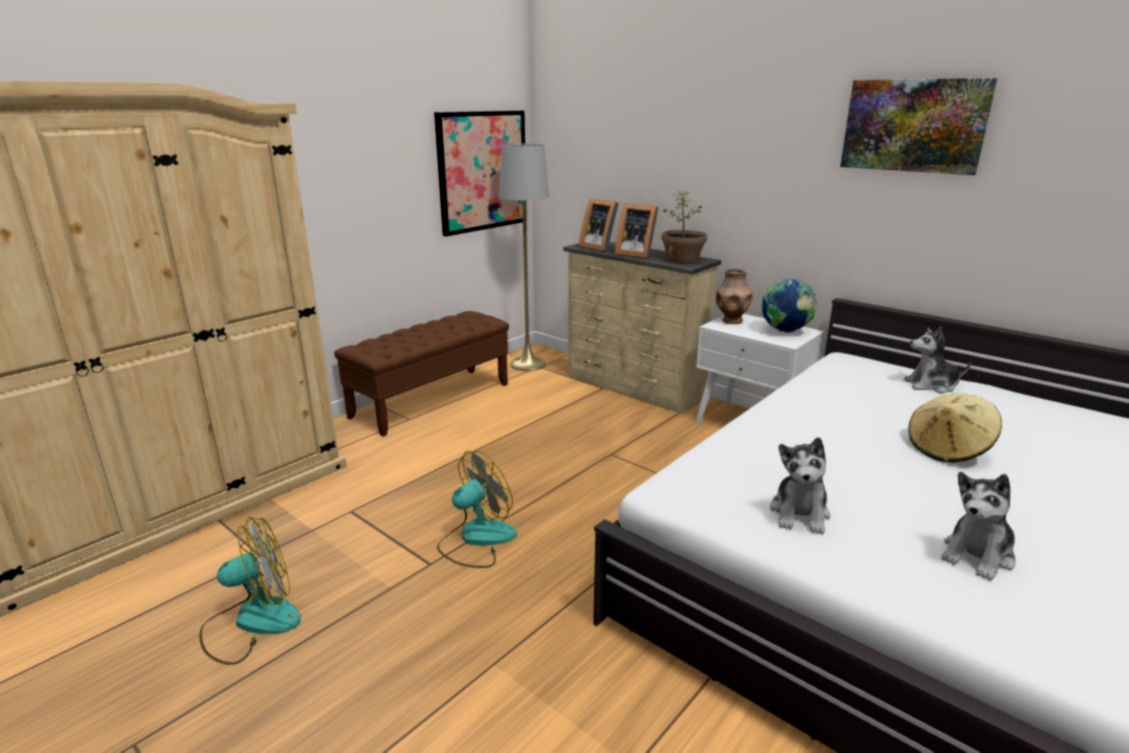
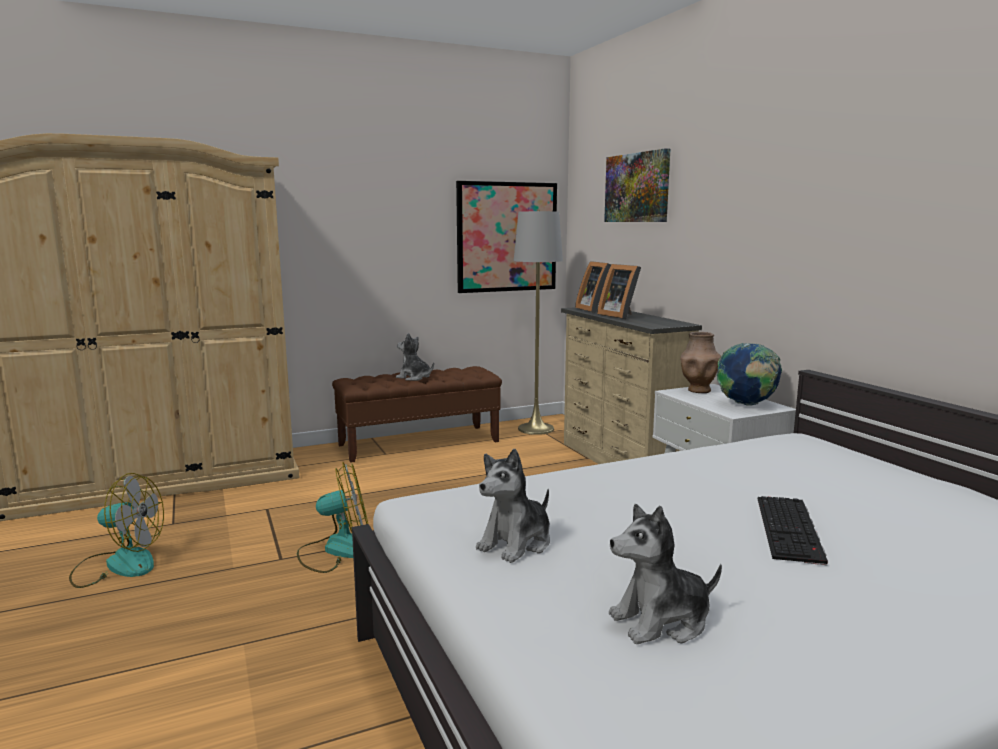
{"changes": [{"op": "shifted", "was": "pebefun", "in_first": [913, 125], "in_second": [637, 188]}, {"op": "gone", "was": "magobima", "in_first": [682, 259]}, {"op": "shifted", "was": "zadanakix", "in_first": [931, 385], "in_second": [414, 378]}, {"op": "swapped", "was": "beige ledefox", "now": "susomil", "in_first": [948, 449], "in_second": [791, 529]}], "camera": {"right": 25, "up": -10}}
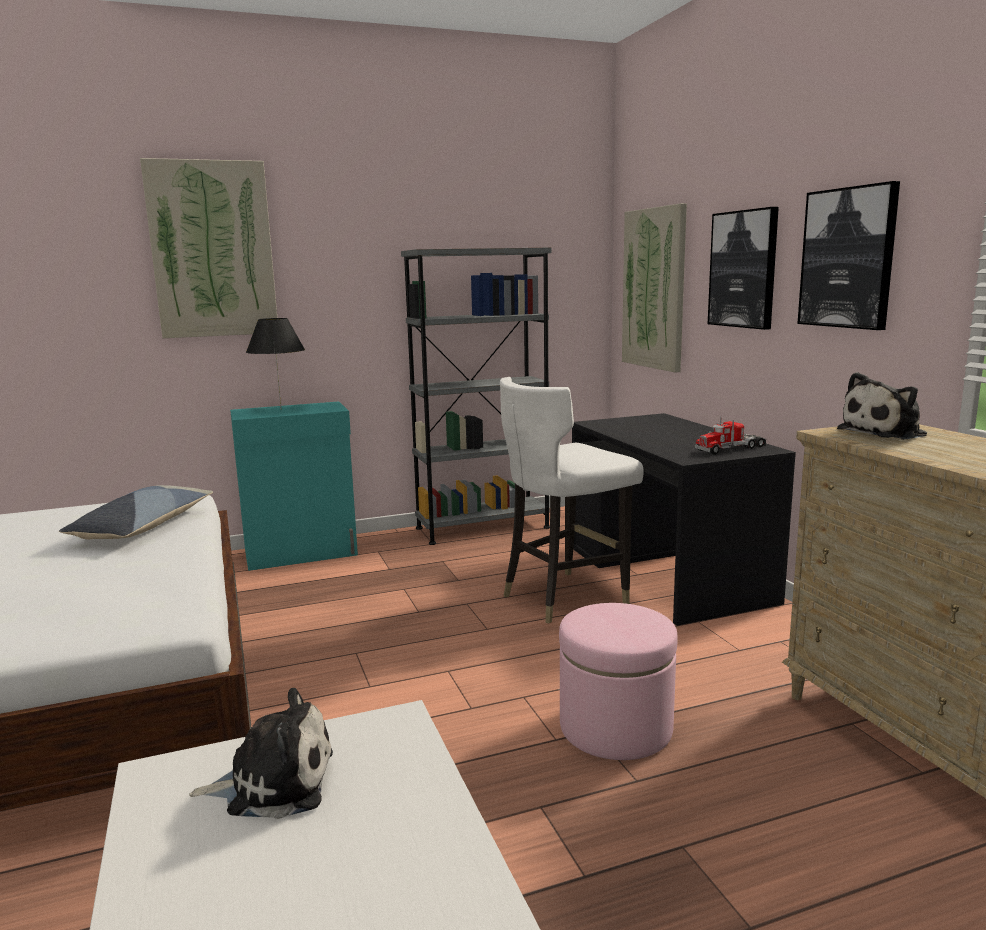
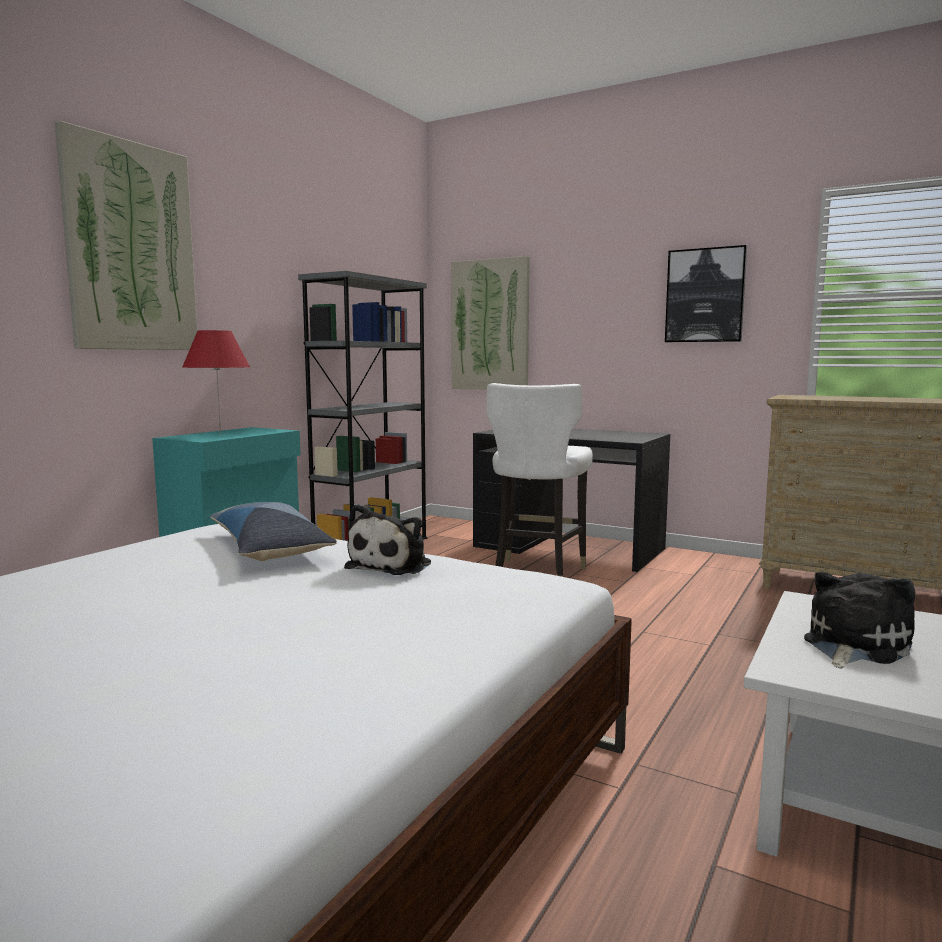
{"changes": [{"op": "gone", "was": "pebefun", "in_first": [743, 269]}, {"op": "repainted", "was": "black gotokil", "now": "red gotokil", "in_first": [281, 409], "in_second": [220, 434]}, {"op": "shifted", "was": "zadanakix", "in_first": [886, 433], "in_second": [392, 565]}, {"op": "gone", "was": "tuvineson", "in_first": [730, 449]}, {"op": "gone", "was": "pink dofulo", "in_first": [615, 727]}], "camera": {"right": -40, "up": -5}}
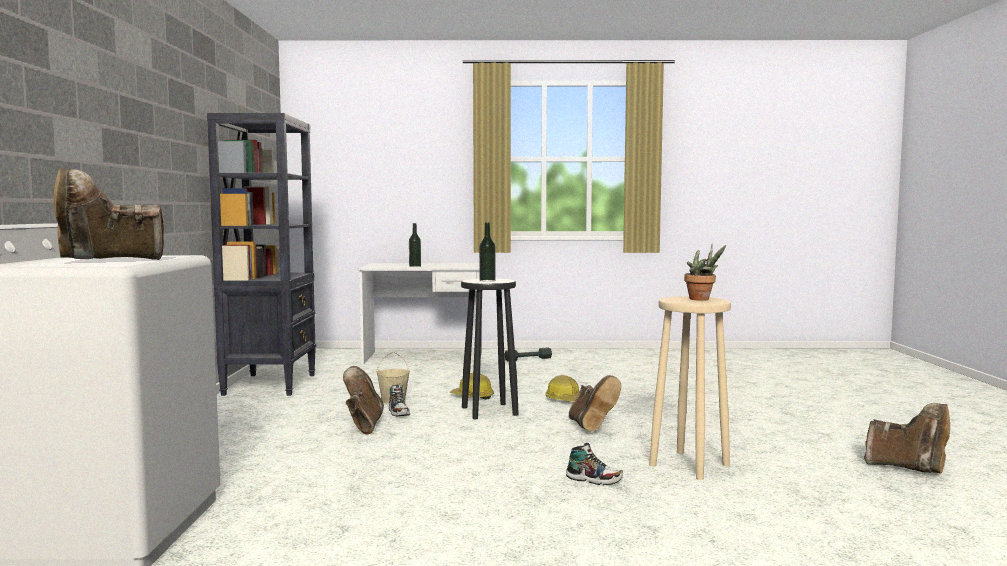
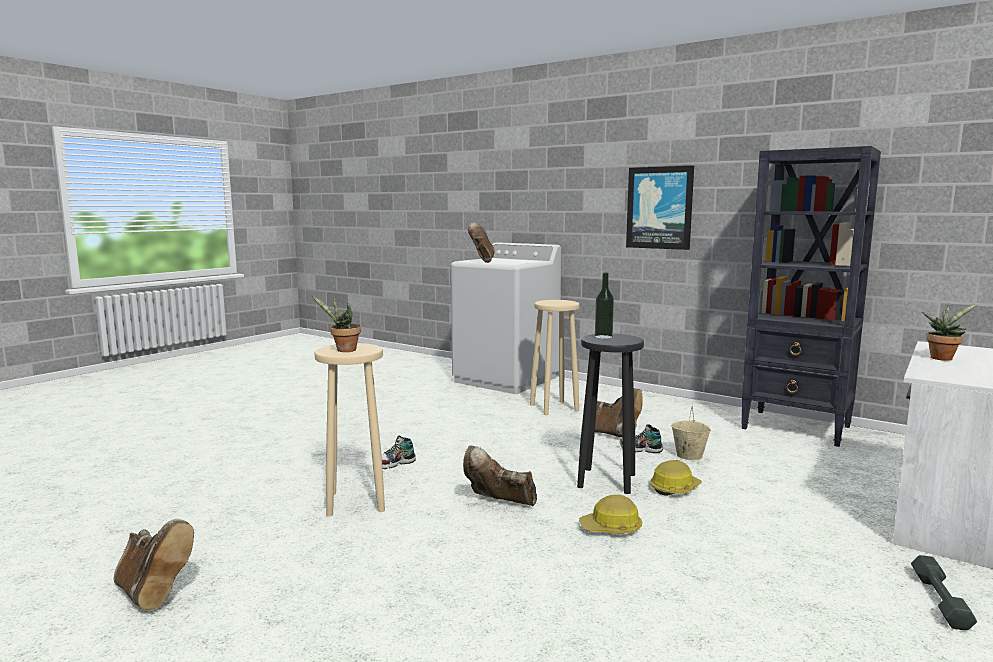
{"changes": [{"op": "swapped", "was": "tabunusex", "now": "magobima", "in_first": [415, 266], "in_second": [942, 358]}, {"op": "rotated", "was": "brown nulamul", "in_first": [908, 468], "in_second": [152, 594], "clockwise": -120}, {"op": "new", "now": "pebefun", "in_second": [659, 208]}, {"op": "new", "now": "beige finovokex", "in_second": [554, 408]}], "camera": {"right": 125, "up": 5}}
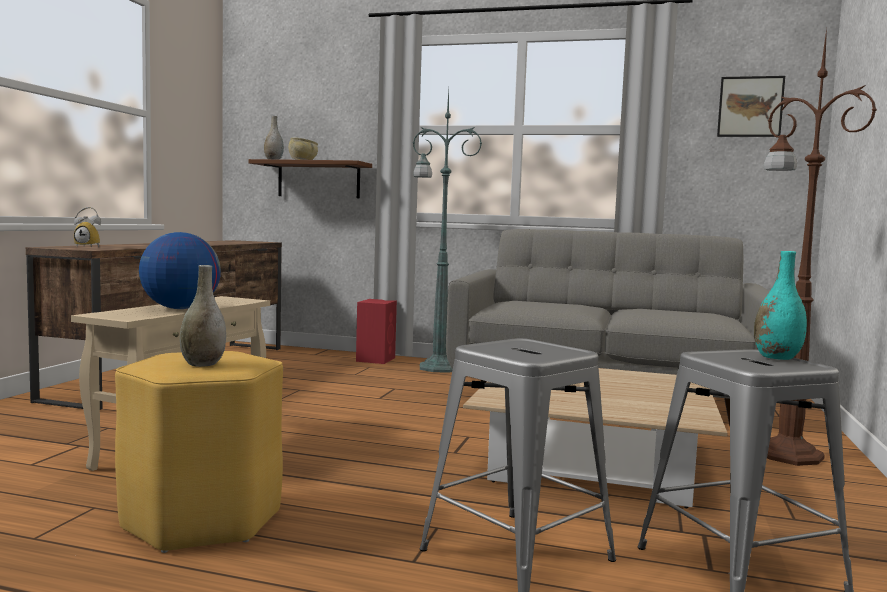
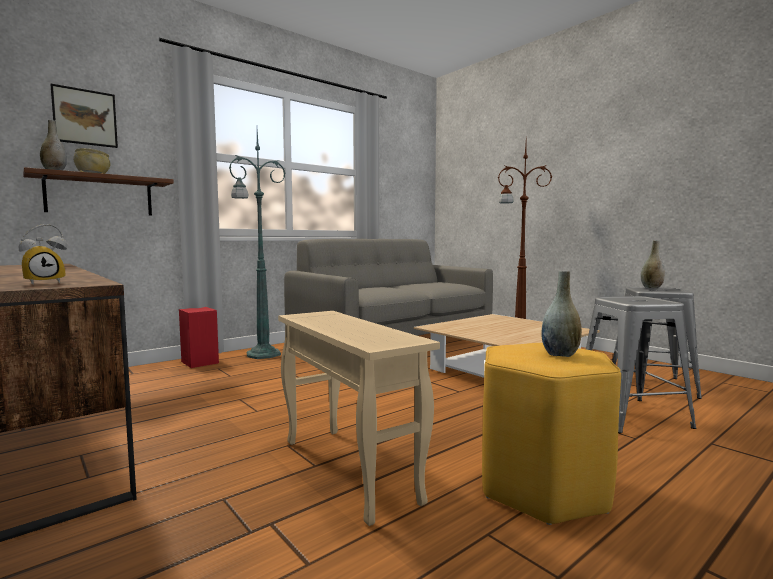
{"changes": [{"op": "shifted", "was": "pebefun", "in_first": [750, 106], "in_second": [85, 117]}, {"op": "gone", "was": "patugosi", "in_first": [180, 308]}, {"op": "repainted", "was": "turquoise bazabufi", "now": "grey bazabufi", "in_first": [777, 357], "in_second": [651, 287]}], "camera": {"right": -55, "up": 0}}
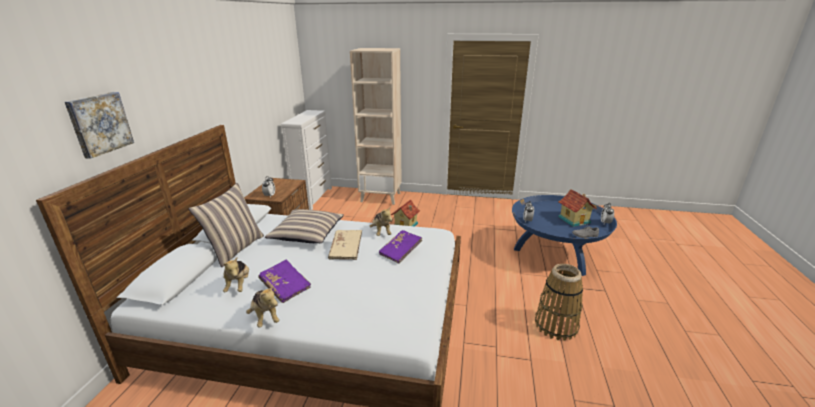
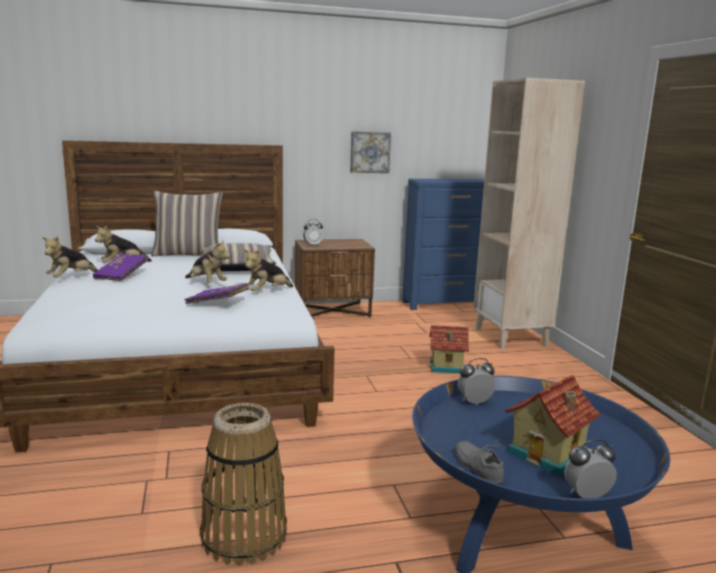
{"changes": [{"op": "shifted", "was": "pebefun", "in_first": [99, 124], "in_second": [369, 152]}, {"op": "repainted", "was": "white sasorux", "now": "blue sasorux", "in_first": [314, 197], "in_second": [446, 304]}, {"op": "swapped", "was": "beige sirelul", "now": "zadanakix", "in_first": [346, 250], "in_second": [206, 283]}], "camera": {"right": 65, "up": -10}}
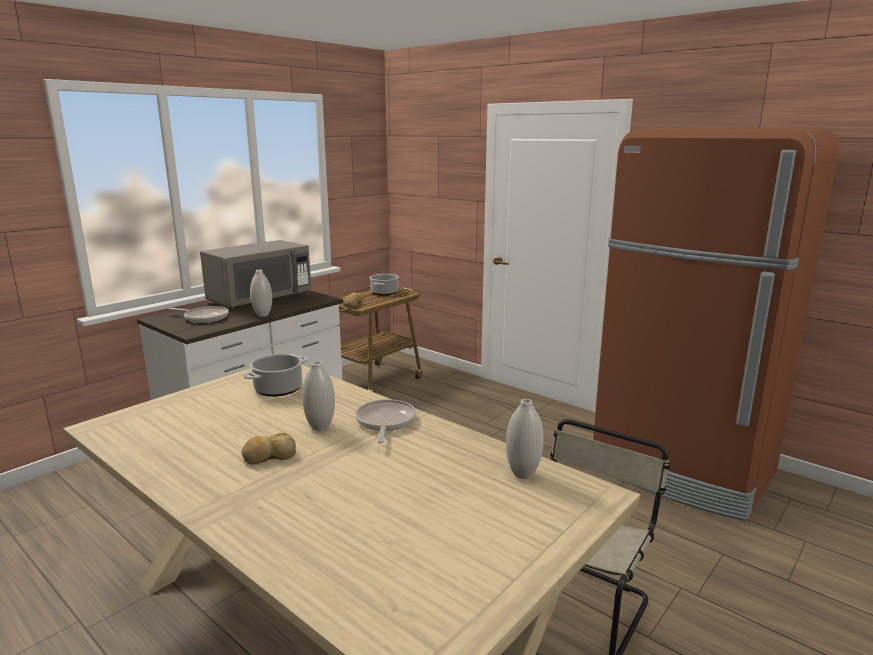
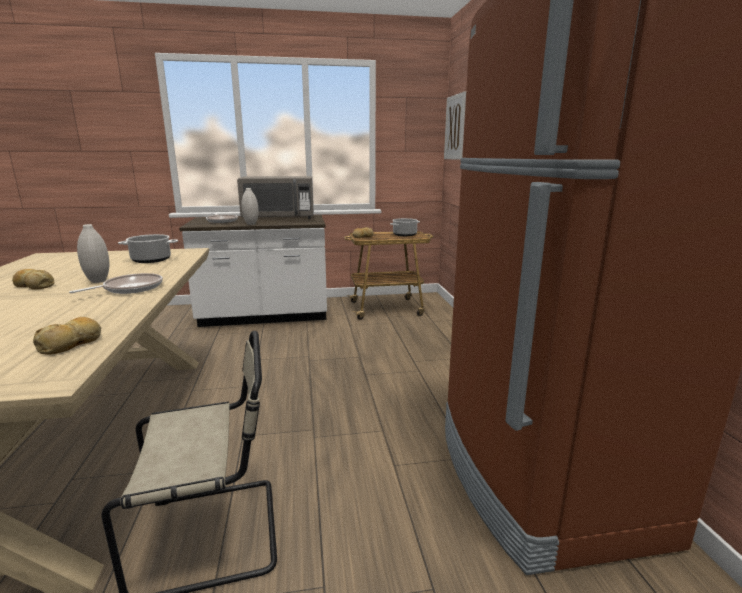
{"changes": [{"op": "swapped", "was": "white bazabufi", "now": "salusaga", "in_first": [523, 474], "in_second": [72, 343]}, {"op": "new", "now": "pebefun", "in_second": [455, 127]}], "camera": {"right": 40, "up": 0}}
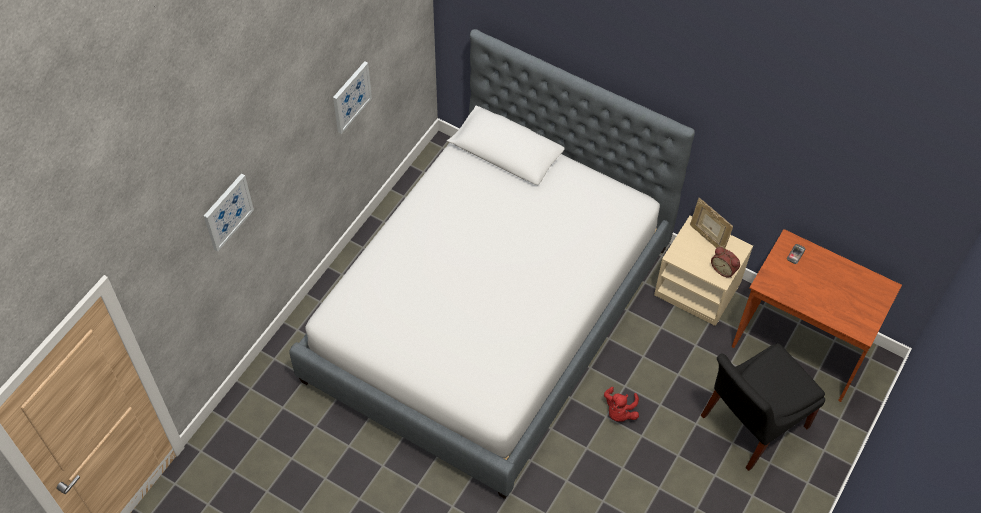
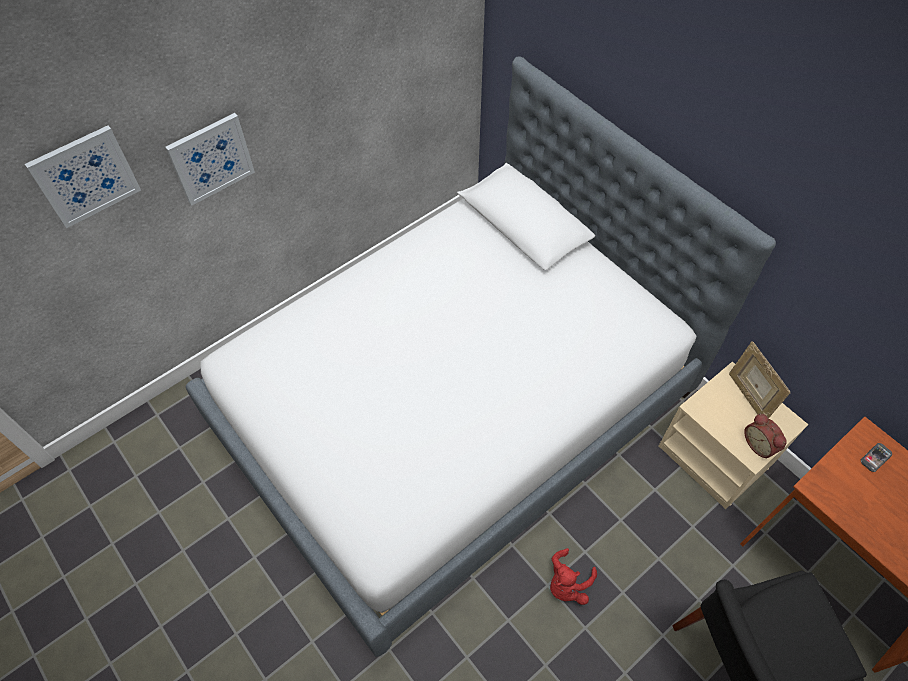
{"changes": [{"op": "shifted", "was": "pebefun", "in_first": [351, 97], "in_second": [211, 158]}], "camera": {"right": 20, "up": 0}}
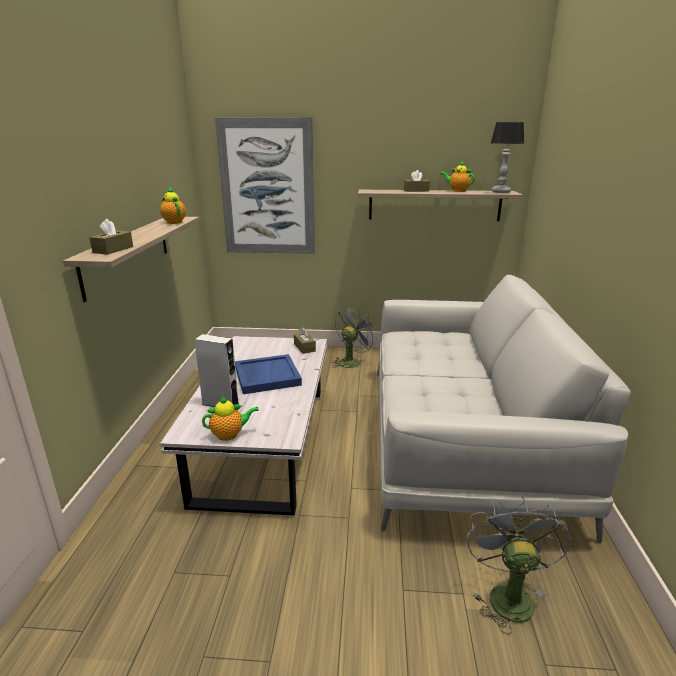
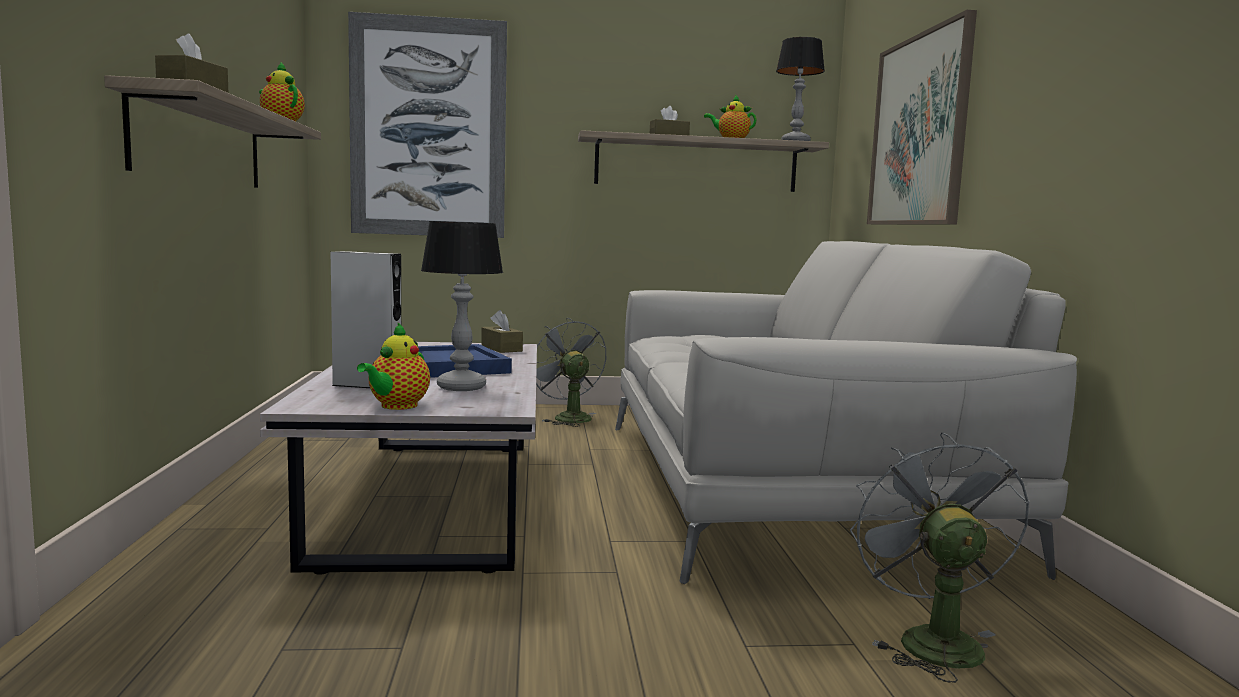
{"changes": [{"op": "rotated", "was": "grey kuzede", "in_first": [351, 361], "in_second": [567, 417], "clockwise": -60}, {"op": "rotated", "was": "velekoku", "in_first": [230, 434], "in_second": [396, 406], "clockwise": 135}, {"op": "new", "now": "pebefun", "in_second": [919, 131]}, {"op": "new", "now": "gotokil", "in_second": [461, 387]}], "camera": {"right": -10, "up": -15}}
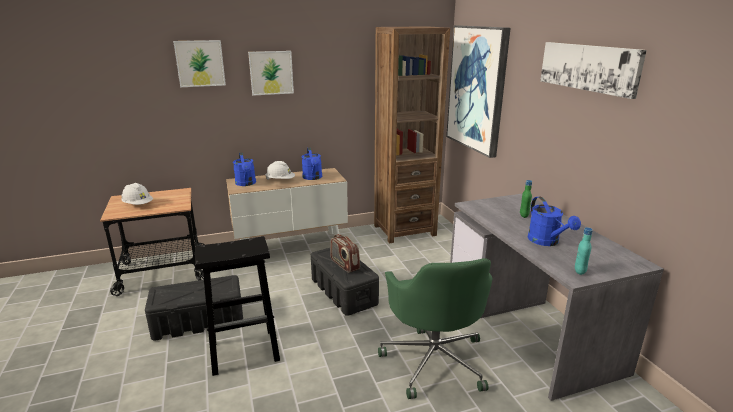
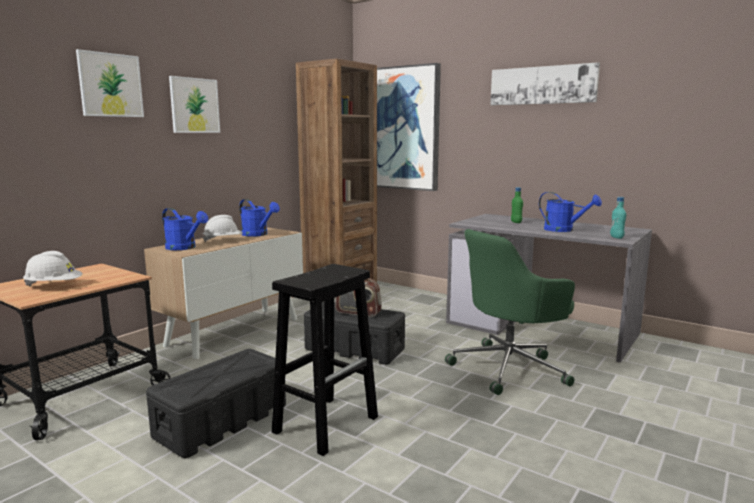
{"changes": [{"op": "rotated", "was": "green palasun", "in_first": [434, 360], "in_second": [510, 368], "clockwise": 105}], "camera": {"right": -35, "up": -10}}
